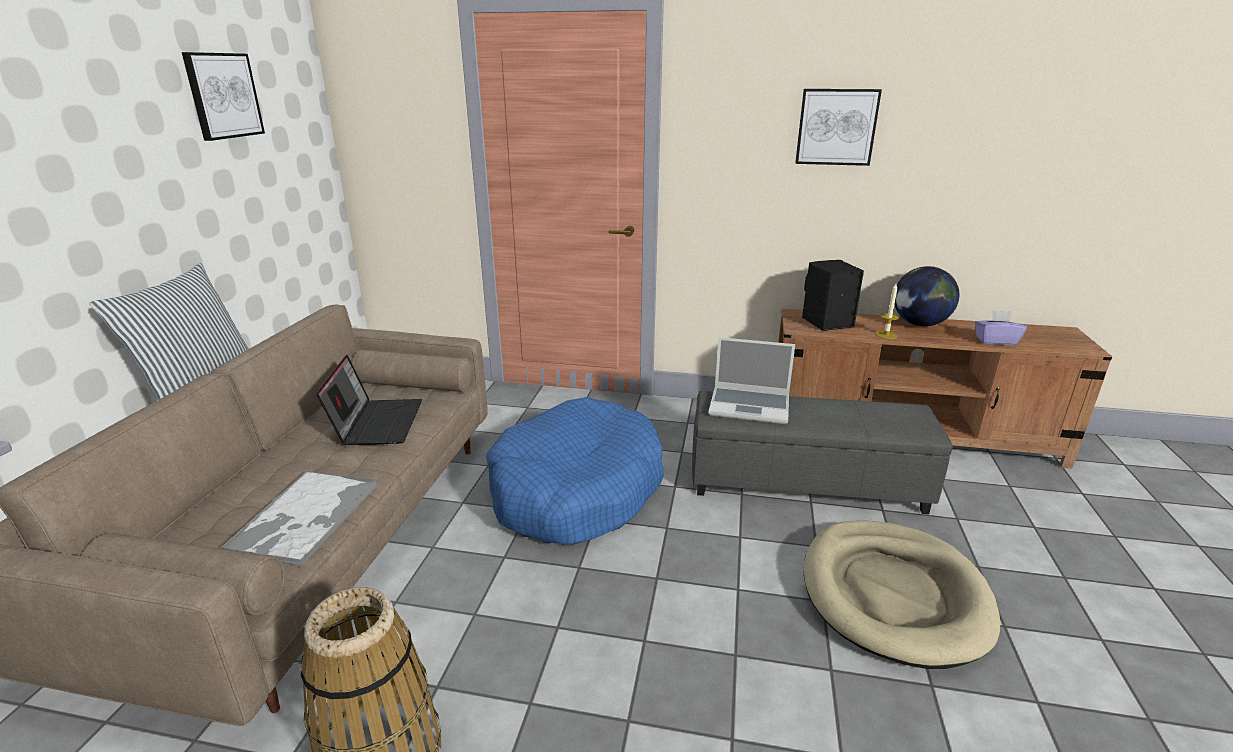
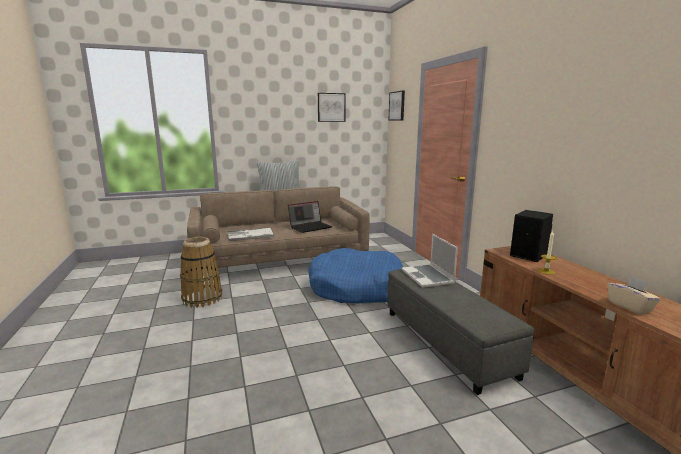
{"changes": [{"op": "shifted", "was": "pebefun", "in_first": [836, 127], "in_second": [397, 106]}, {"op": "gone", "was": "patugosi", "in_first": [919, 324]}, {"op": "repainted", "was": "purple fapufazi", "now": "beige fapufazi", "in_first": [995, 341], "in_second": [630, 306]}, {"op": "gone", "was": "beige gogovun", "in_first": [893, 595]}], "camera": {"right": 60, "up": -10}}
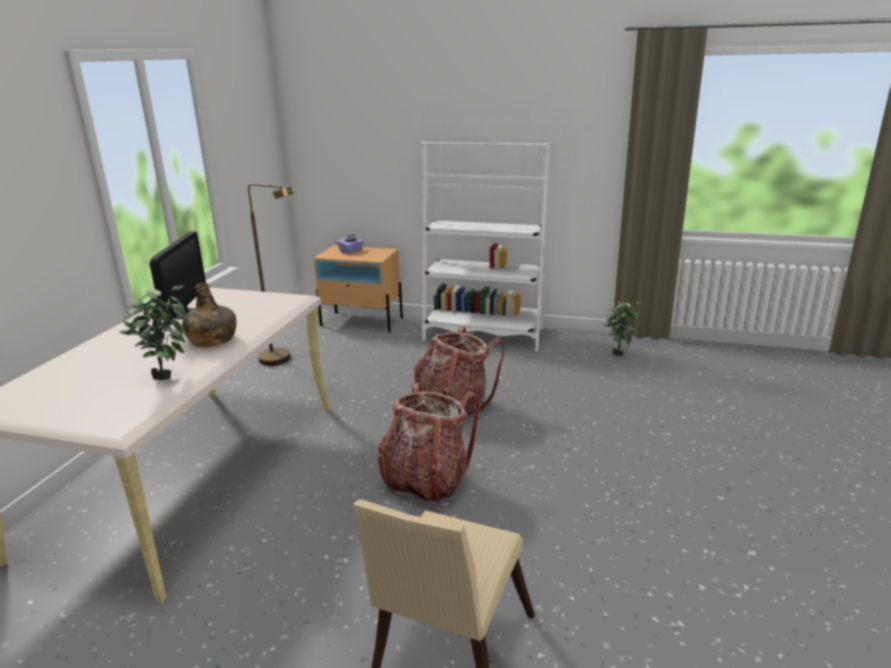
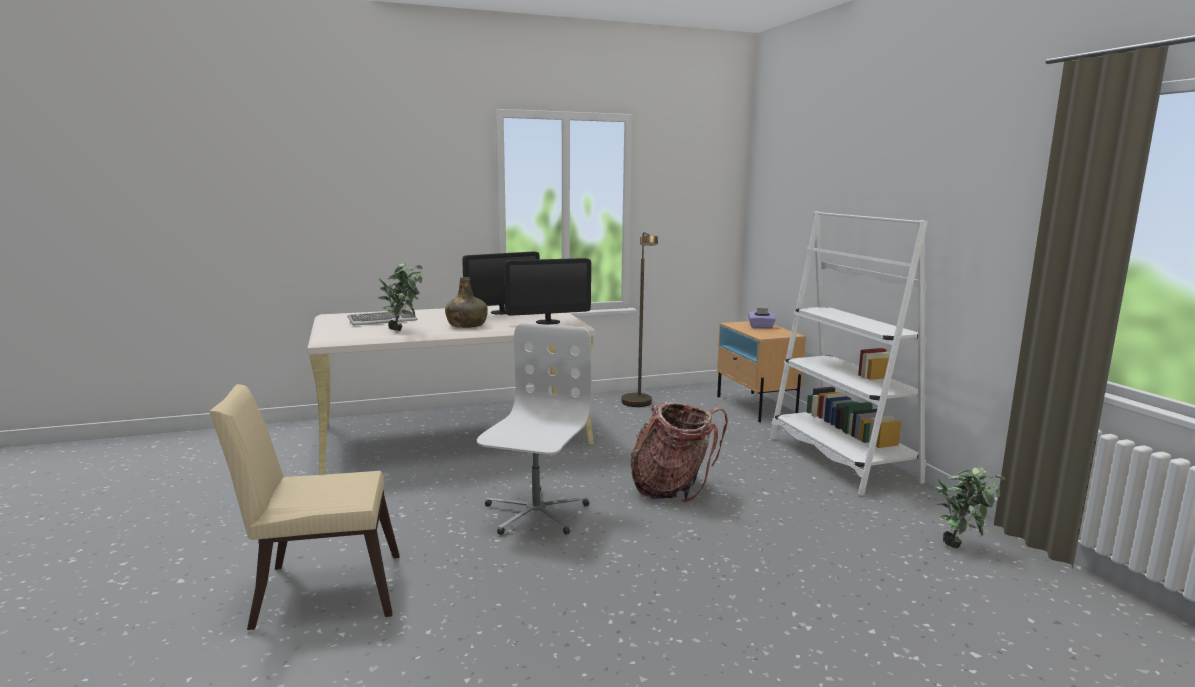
{"changes": [{"op": "swapped", "was": "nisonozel", "now": "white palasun", "in_first": [426, 481], "in_second": [535, 513]}, {"op": "new", "now": "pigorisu", "in_second": [548, 322]}, {"op": "new", "now": "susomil", "in_second": [382, 321]}], "camera": {"right": 55, "up": -10}}
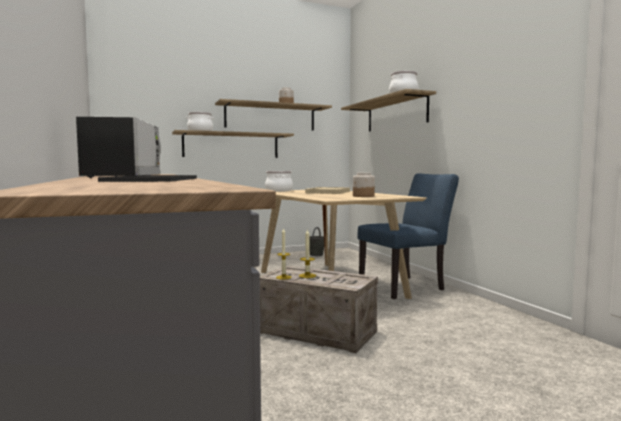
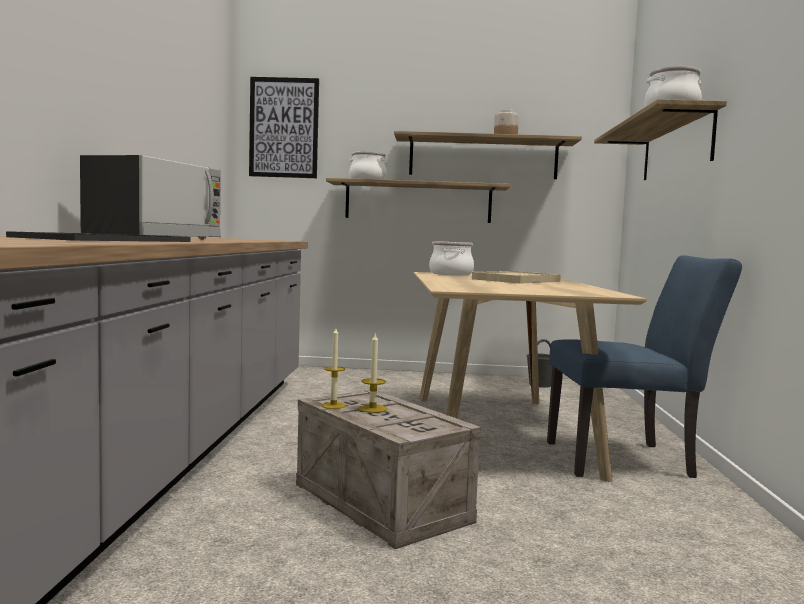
{"changes": [{"op": "gone", "was": "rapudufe", "in_first": [363, 196]}, {"op": "new", "now": "pebefun", "in_second": [284, 128]}], "camera": {"right": 25, "up": 0}}
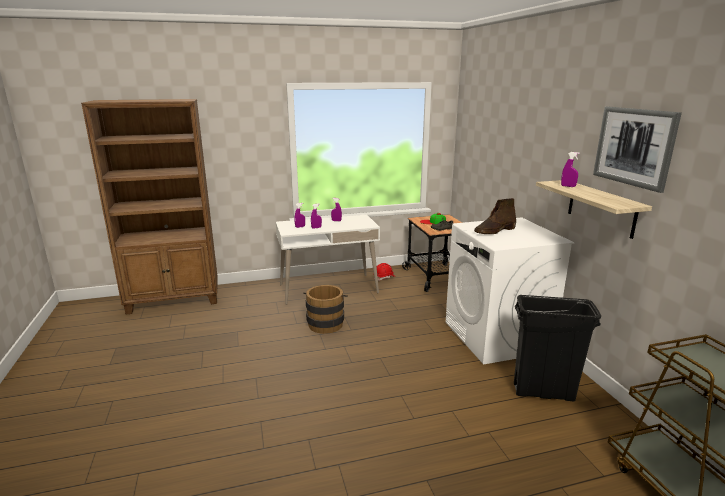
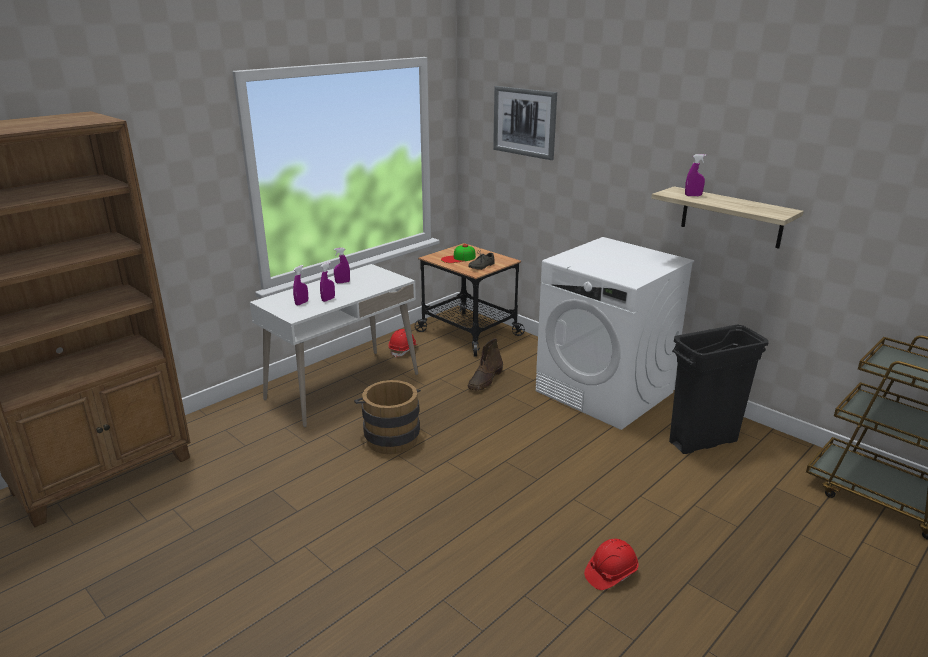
{"changes": [{"op": "shifted", "was": "pebefun", "in_first": [634, 147], "in_second": [524, 122]}, {"op": "shifted", "was": "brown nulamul", "in_first": [494, 231], "in_second": [485, 380]}, {"op": "new", "now": "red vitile", "in_second": [610, 573]}], "camera": {"right": -30, "up": 5}}
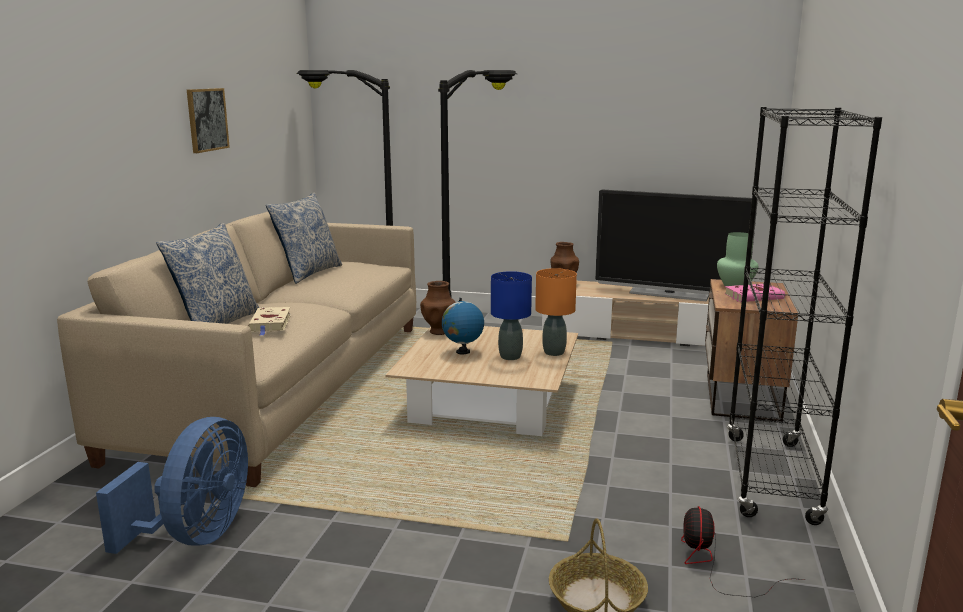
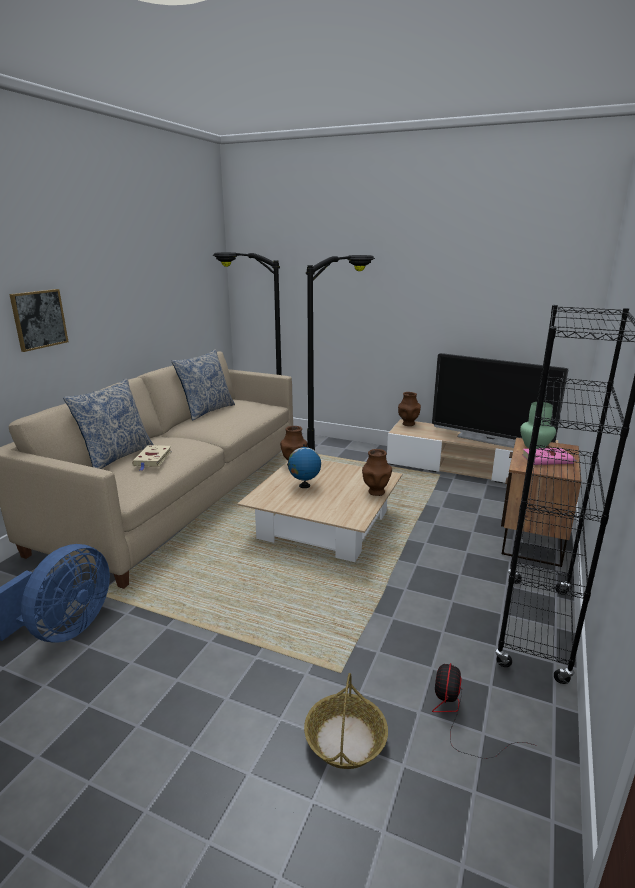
{"changes": [{"op": "shifted", "was": "pebefun", "in_first": [207, 119], "in_second": [39, 319]}, {"op": "swapped", "was": "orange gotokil", "now": "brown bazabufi", "in_first": [554, 352], "in_second": [376, 492]}, {"op": "gone", "was": "blue gotokil", "in_first": [510, 357]}], "camera": {"right": 10, "up": 5}}
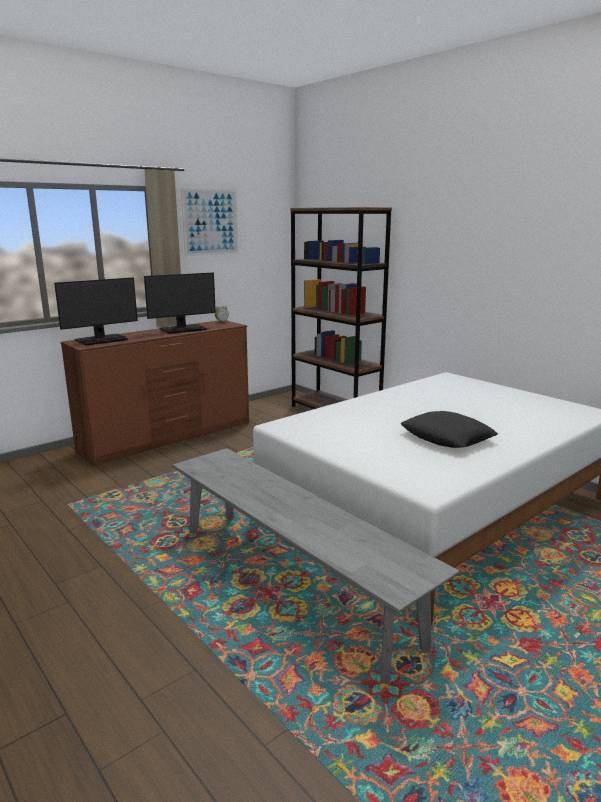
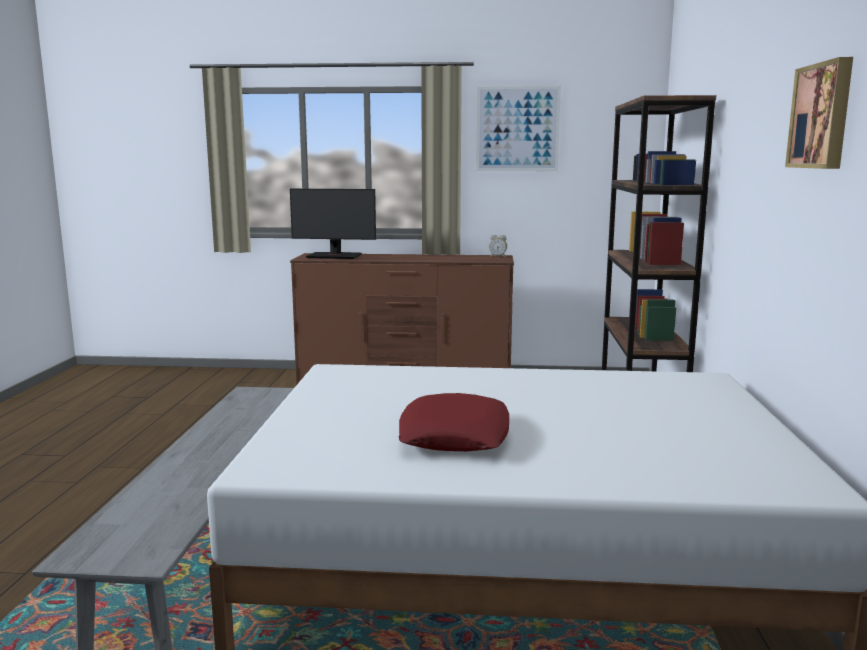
{"changes": [{"op": "gone", "was": "pigorisu", "in_first": [182, 329]}, {"op": "repainted", "was": "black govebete", "now": "red govebete", "in_first": [447, 437], "in_second": [455, 435]}, {"op": "new", "now": "pebefun", "in_second": [822, 116]}], "camera": {"right": 45, "up": -5}}
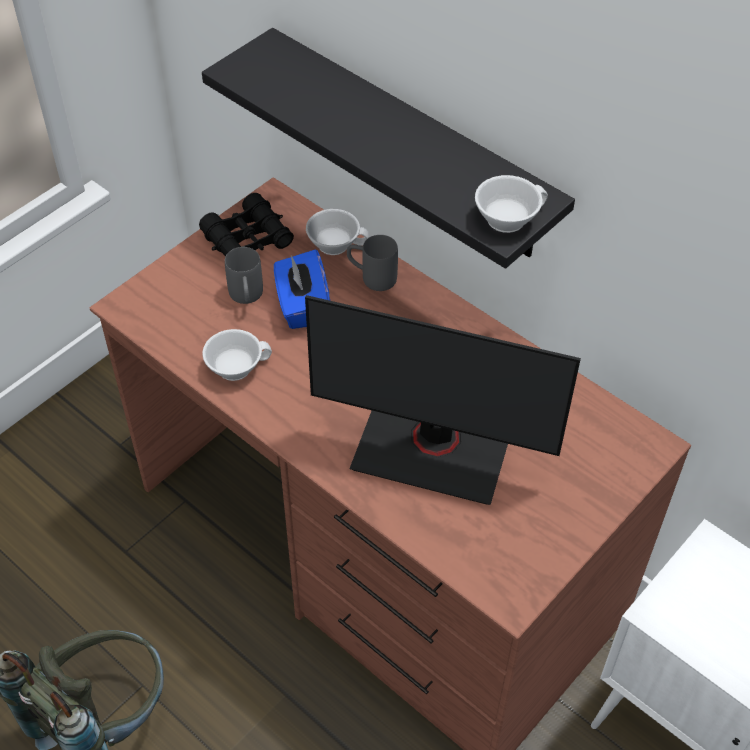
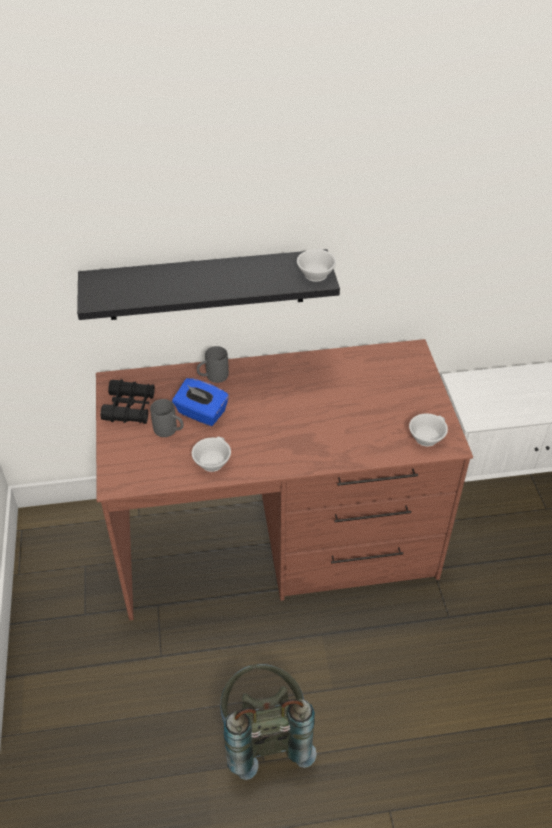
{"changes": [{"op": "shifted", "was": "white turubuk", "in_first": [335, 242], "in_second": [426, 436]}, {"op": "gone", "was": "pigorisu", "in_first": [433, 448]}], "camera": {"right": -50, "up": -5}}
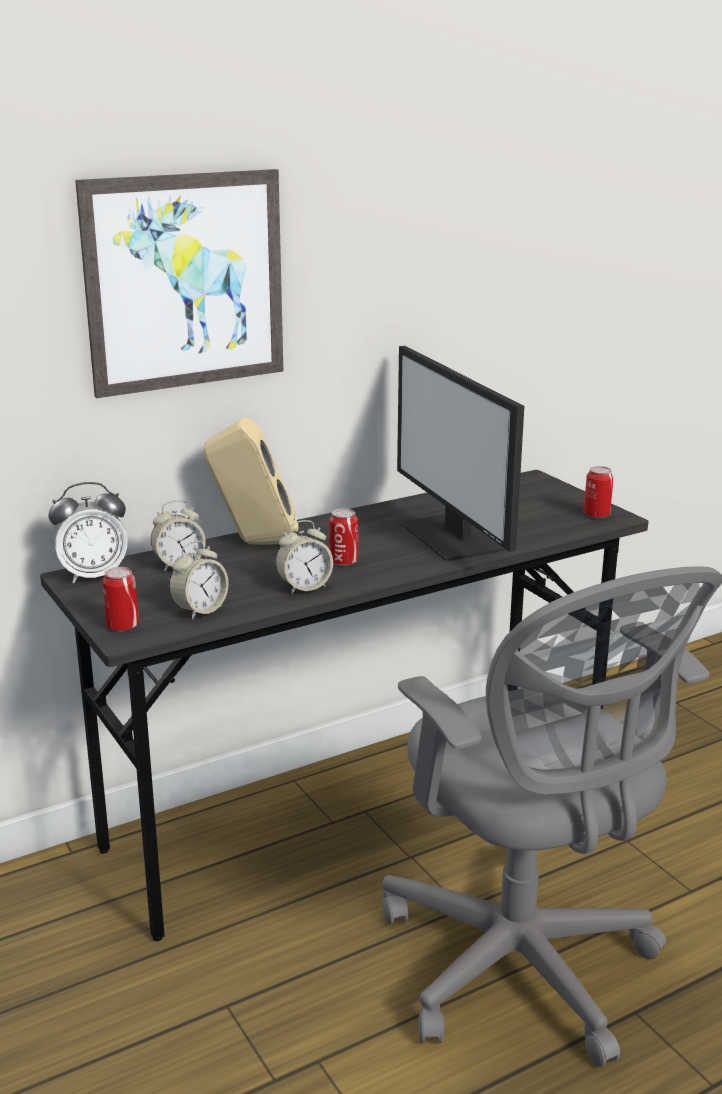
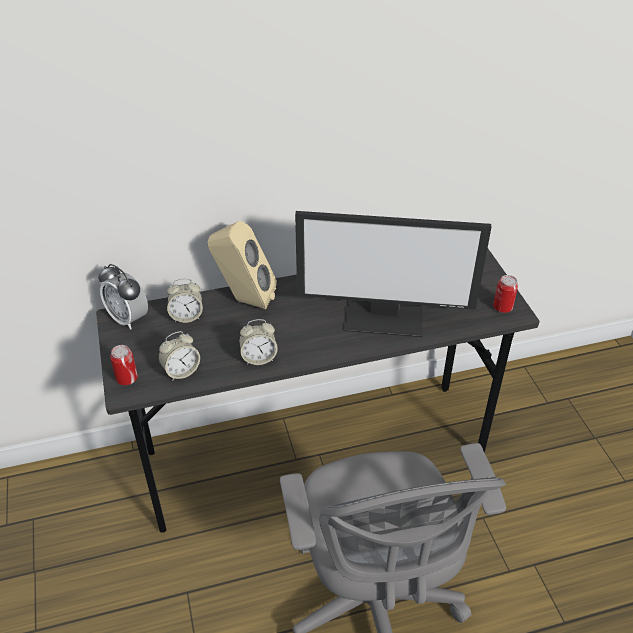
{"changes": [{"op": "gone", "was": "pebefun", "in_first": [185, 282]}, {"op": "rotated", "was": "pigorisu", "in_first": [453, 537], "in_second": [385, 317], "clockwise": -75}, {"op": "rotated", "was": "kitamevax", "in_first": [93, 575], "in_second": [128, 318], "clockwise": 45}, {"op": "gone", "was": "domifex", "in_first": [343, 561]}], "camera": {"right": 15, "up": 20}}
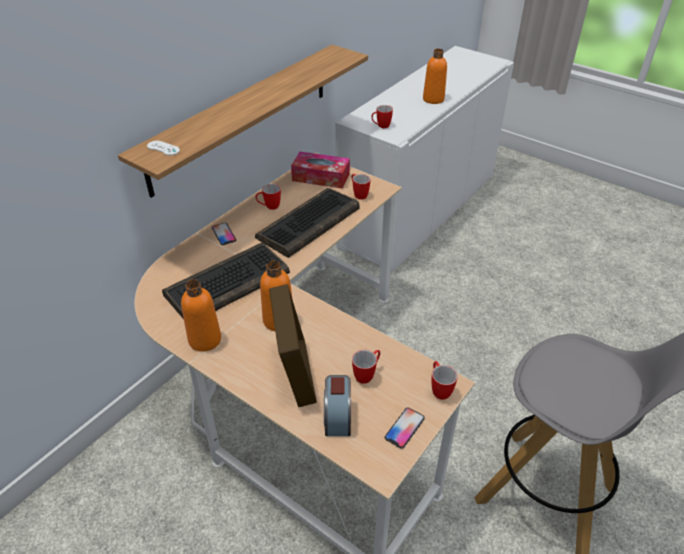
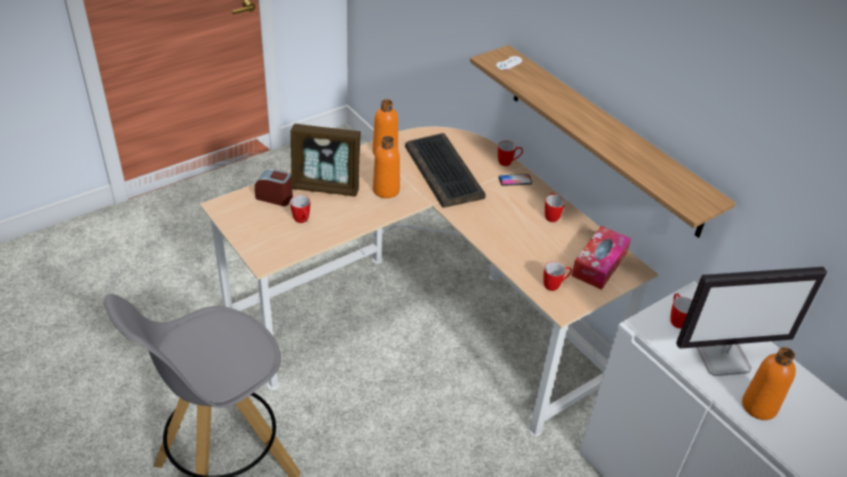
{"changes": [{"op": "gone", "was": "susomil", "in_first": [308, 224]}, {"op": "shifted", "was": "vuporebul", "in_first": [439, 389], "in_second": [508, 162]}, {"op": "gone", "was": "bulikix", "in_first": [404, 428]}, {"op": "new", "now": "pigorisu", "in_second": [723, 357]}], "camera": {"right": 105, "up": 0}}
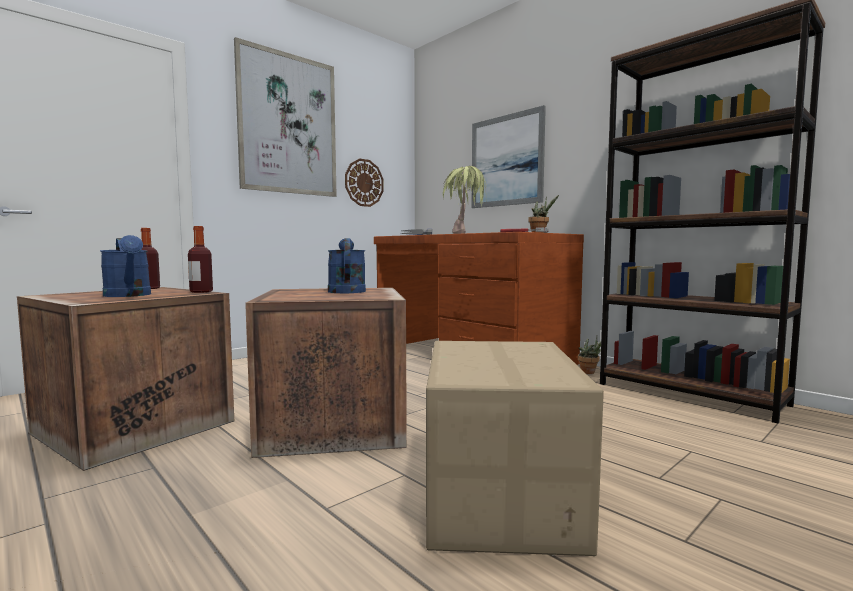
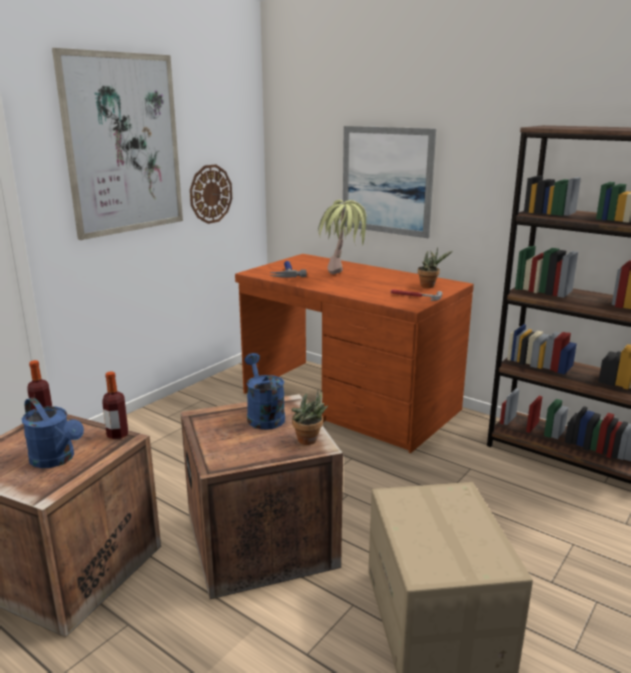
{"changes": [{"op": "shifted", "was": "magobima", "in_first": [589, 372], "in_second": [310, 441]}], "camera": {"right": -10, "up": 15}}
